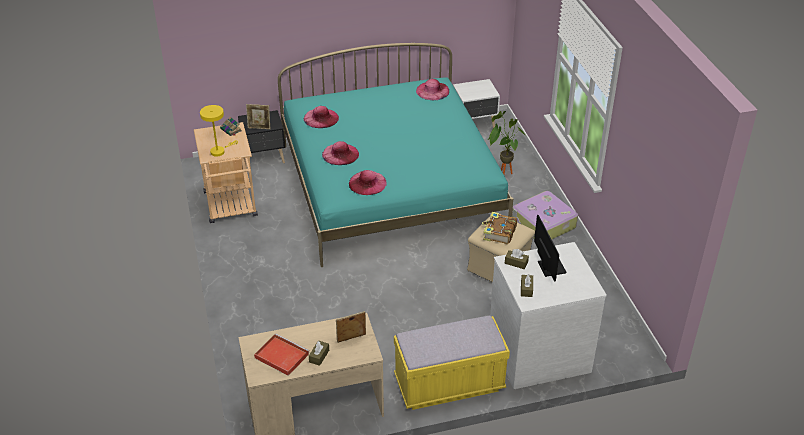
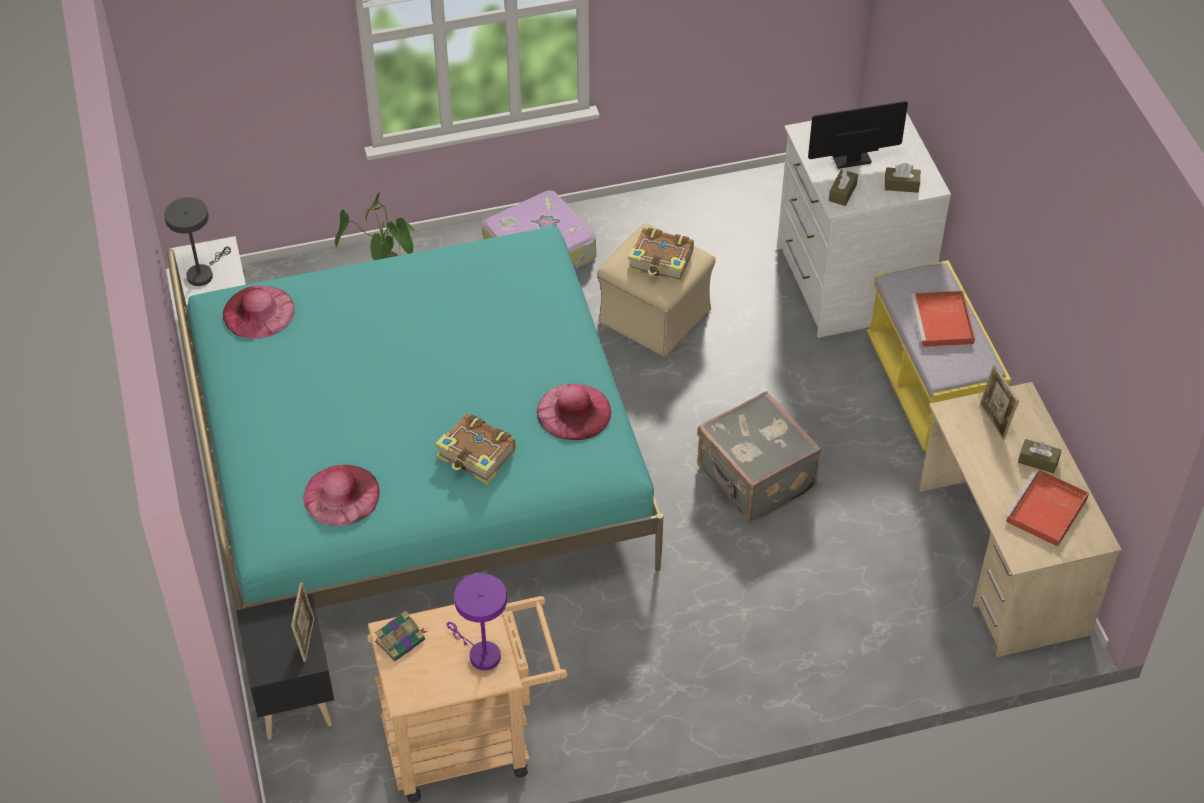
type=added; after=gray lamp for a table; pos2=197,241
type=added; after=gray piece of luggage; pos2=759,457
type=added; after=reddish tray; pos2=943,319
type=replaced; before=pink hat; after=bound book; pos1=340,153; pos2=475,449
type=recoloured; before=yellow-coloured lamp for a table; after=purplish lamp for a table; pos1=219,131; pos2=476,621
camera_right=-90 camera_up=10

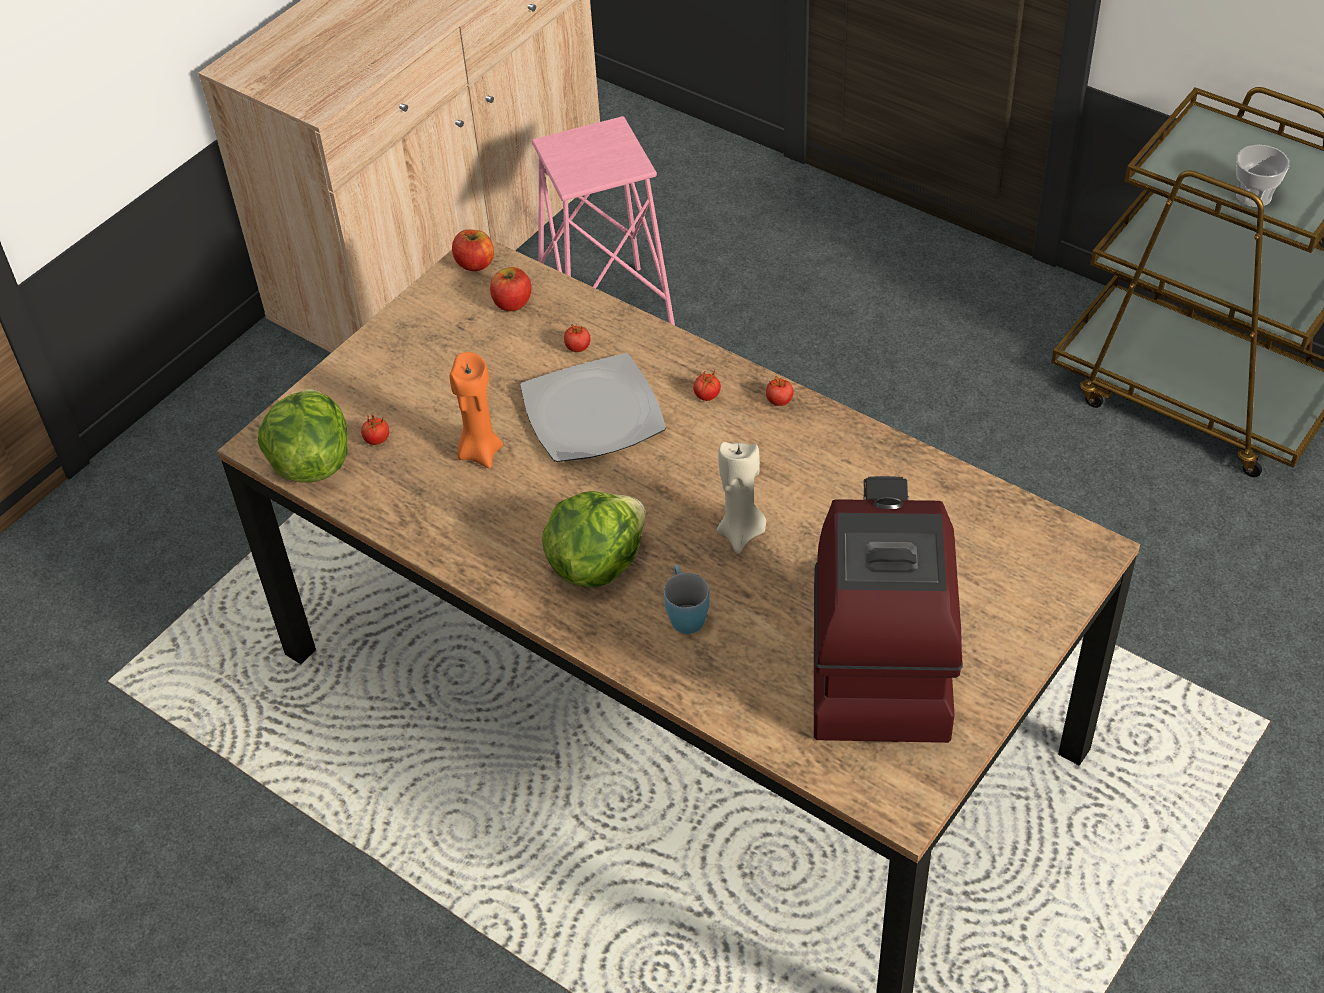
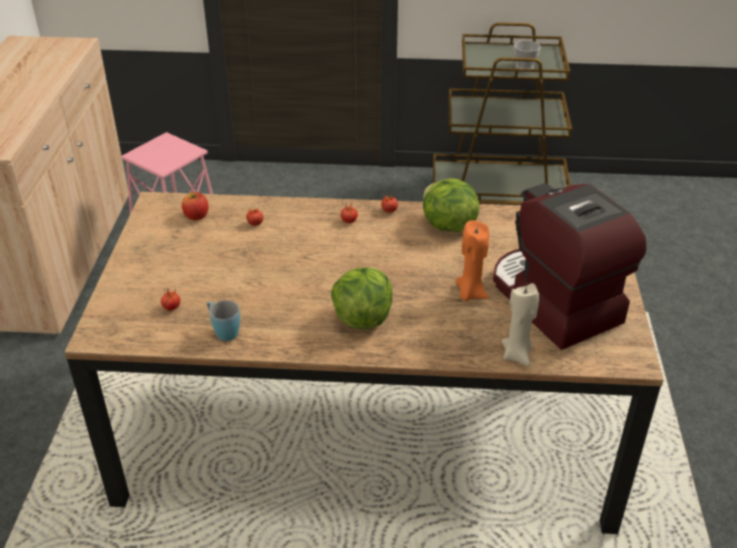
type=removed; before=whole apple; pos1=473,250
type=removed; before=dinner plate; pos1=593,407
type=moved; before=lettuce head; pos1=303,436; pos2=451,205
type=moved; before=orange-coloured candle; pos1=476,410; pos2=472,260
type=moved; before=blue tea mug; pos1=687,599; pos2=223,320
type=moved; before=sand-coloured candle; pos1=741,498; pos2=520,324
camera_right=-35 camera_up=-10

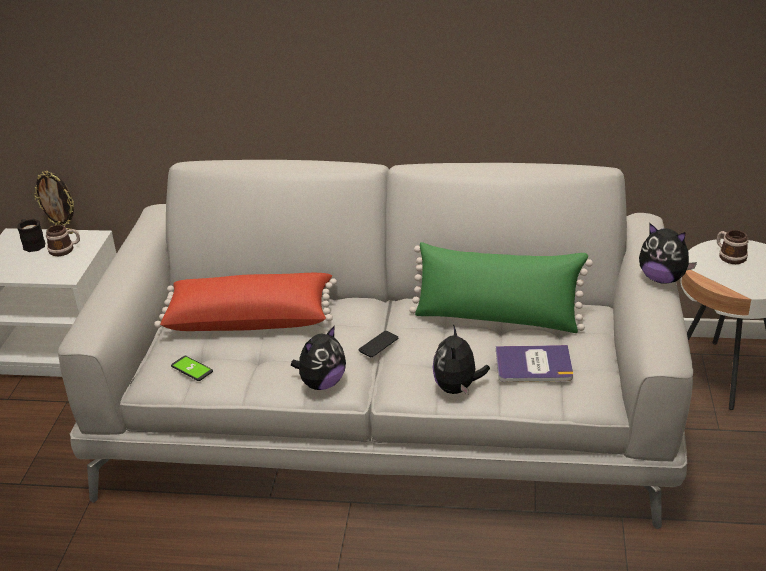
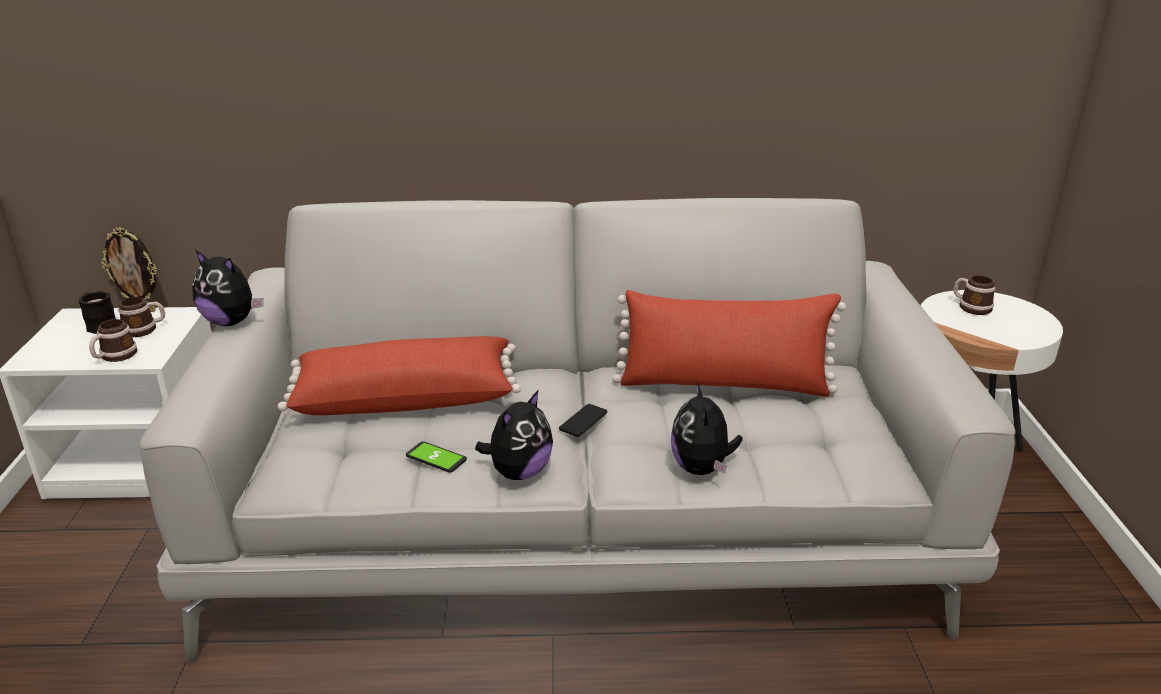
type=removed; before=bound book; pos1=534,363
type=added; after=tea mug; pos2=113,340
type=moved; before=phone; pos1=192,368; pos2=436,457
type=moved; before=soft toy; pos1=668,253; pos2=228,288
type=recoloured; before=green throw pillow; after=reddish throw pillow; pos1=501,287; pos2=729,343
camera_right=-10 camera_up=-5

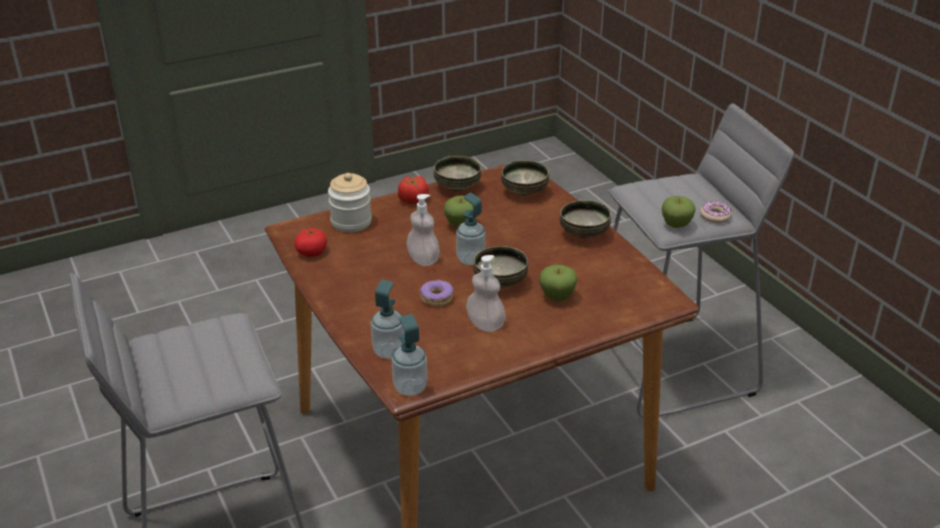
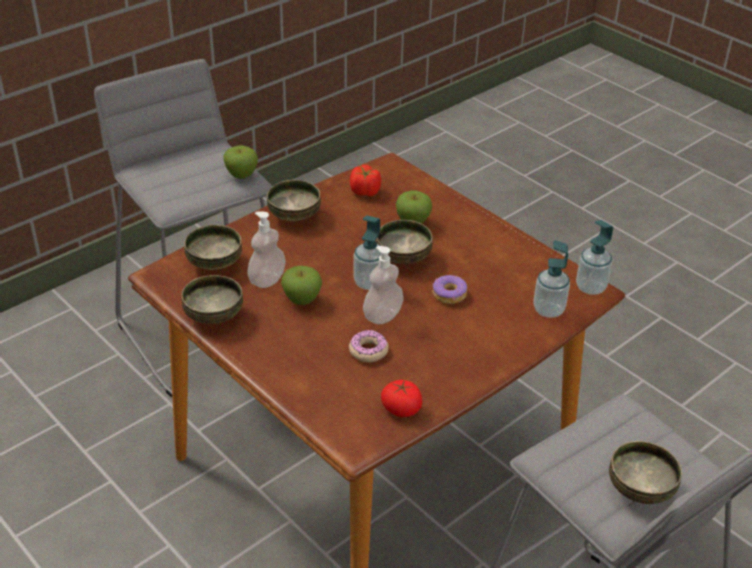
type=removed; before=preserve jar; pos1=350,202
type=added; after=bowl; pos2=645,472
type=moved; before=fresh tomato; pos1=413,190; pos2=365,180
type=moved; before=soap bottle; pos1=486,293; pos2=266,249
type=moved; before=doughnut; pos1=715,212; pos2=369,346
camera_right=-105 camera_up=5

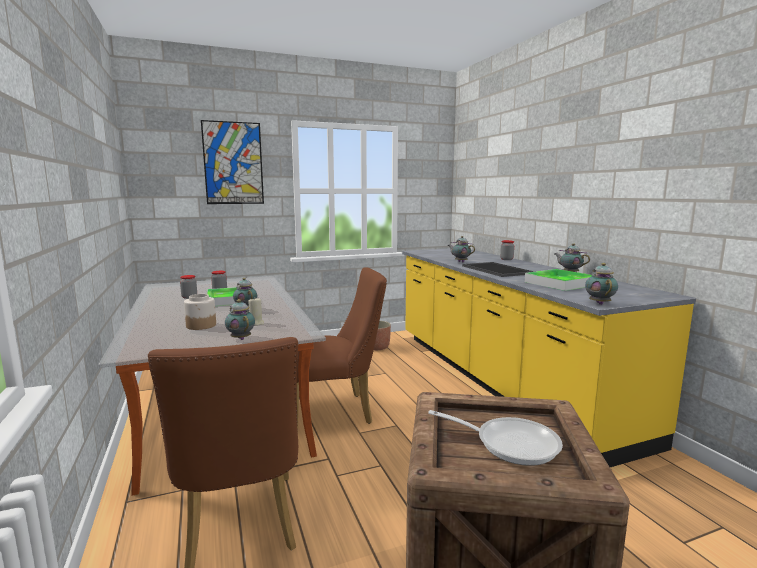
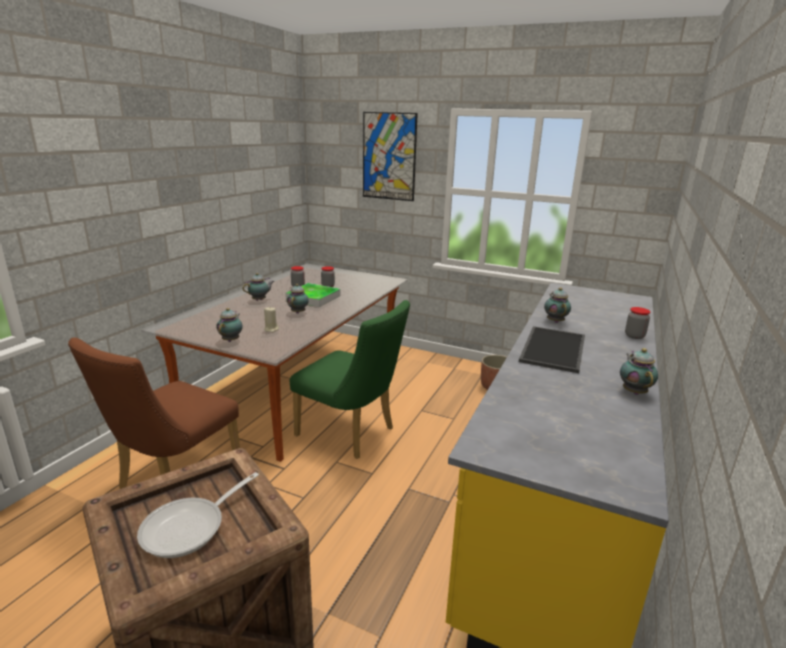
type=removed; before=preserve jar; pos1=200,312
type=removed; before=tray; pos1=558,280
type=moved; before=pot for tea; pos1=601,284; pos2=258,287
type=recoloured; before=brownish chair; after=green chair; pos1=342,348; pos2=350,379
type=turned; before=frying pan; pos1=495,438; pos2=198,515; turn=60
camera_right=45 camera_up=10

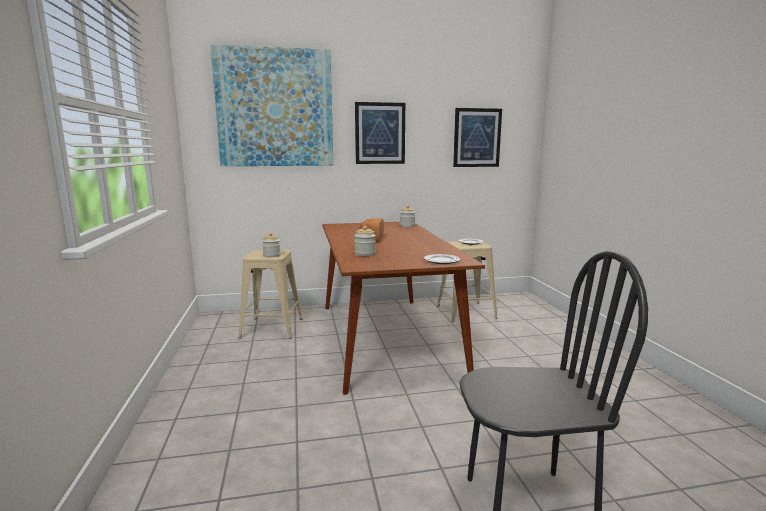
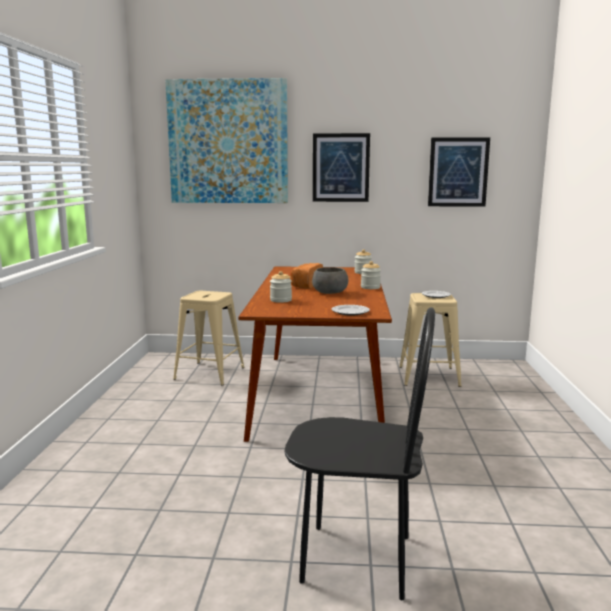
type=added; after=gray bowl; pos2=330,280
type=moved; before=preserve jar; pos1=271,245; pos2=371,275
camera_right=15 camera_up=0

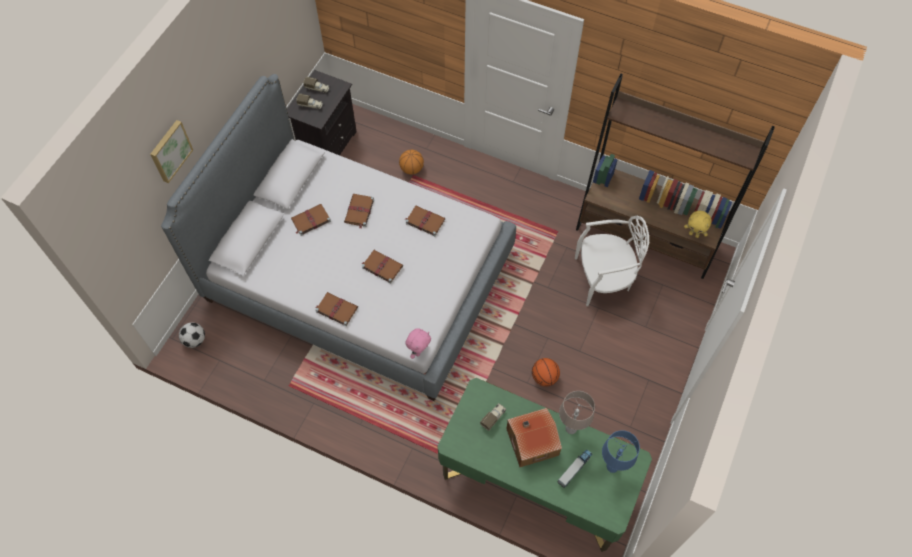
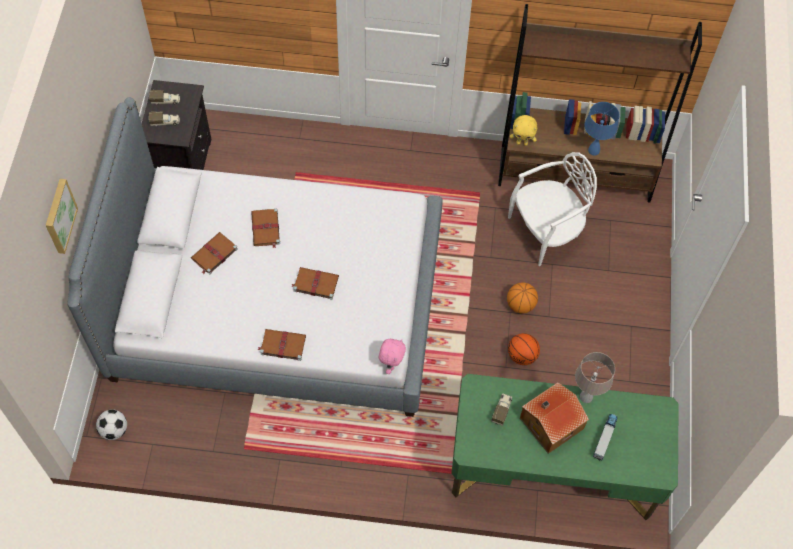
type=removed; before=brownish bound book; pos1=425,221
type=moved; before=ball for basketball; pos1=411,162; pos2=522,297
type=moved; before=blue lamp for a table; pos1=621,451; pos2=602,129
type=moved; before=yellow-coloured soft toy; pos1=698,224; pos2=523,130
camera_right=-20 camera_up=0

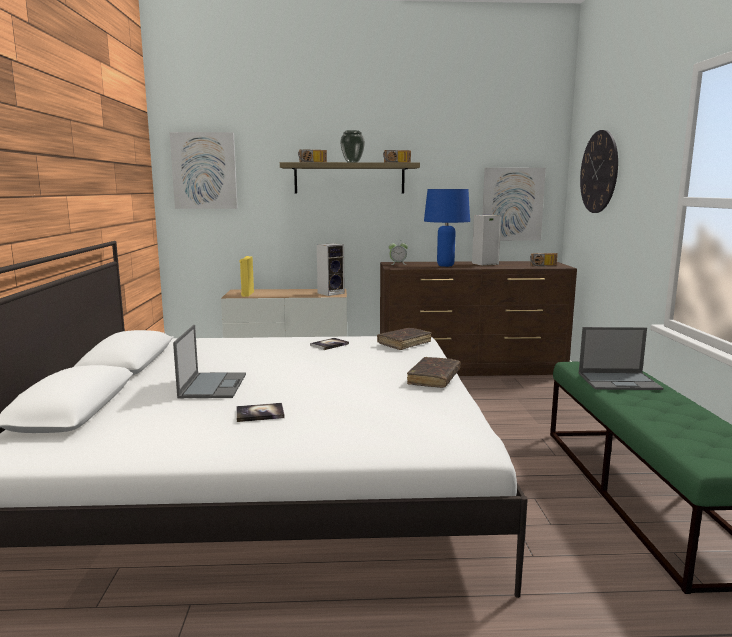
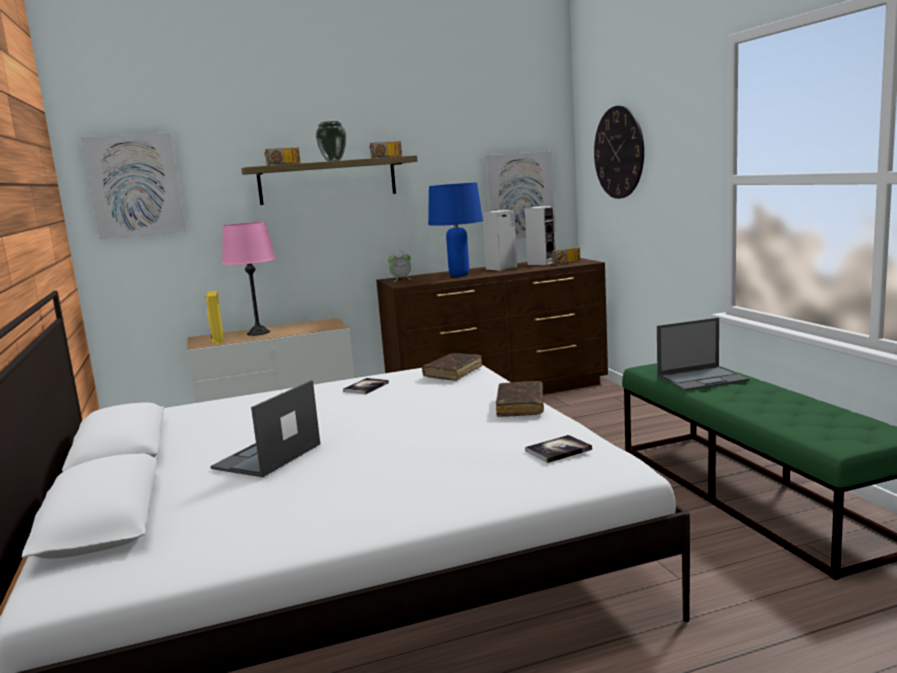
type=added; after=pink lamp for a table; pos2=249,279
type=moved; before=bound book; pos1=260,412; pos2=558,449
type=moved; before=loudspeaker; pos1=331,269; pos2=540,235
type=turned; before=laptop; pos1=209,361; pos2=265,428; turn=-135
camera_right=-15 camera_up=0

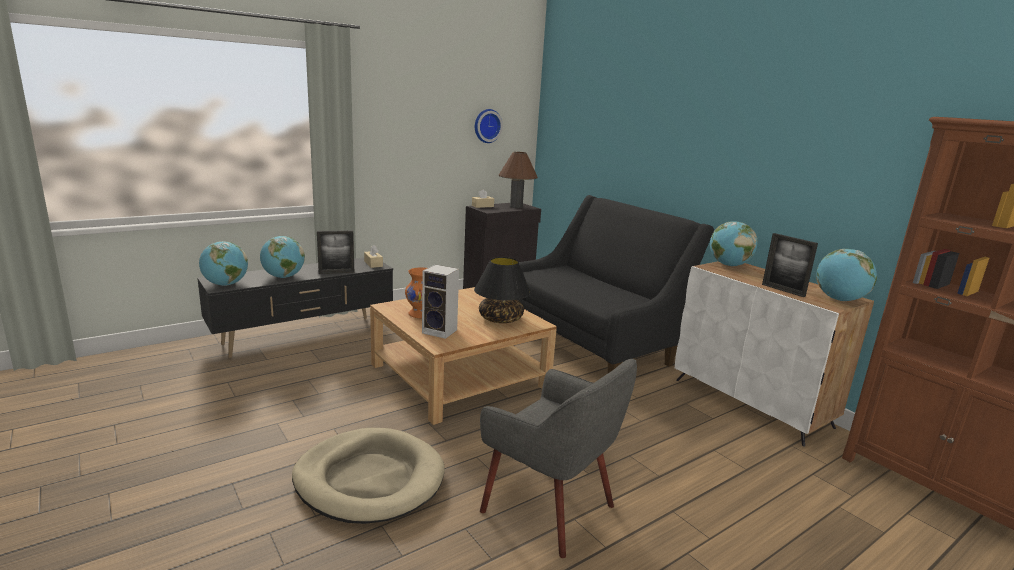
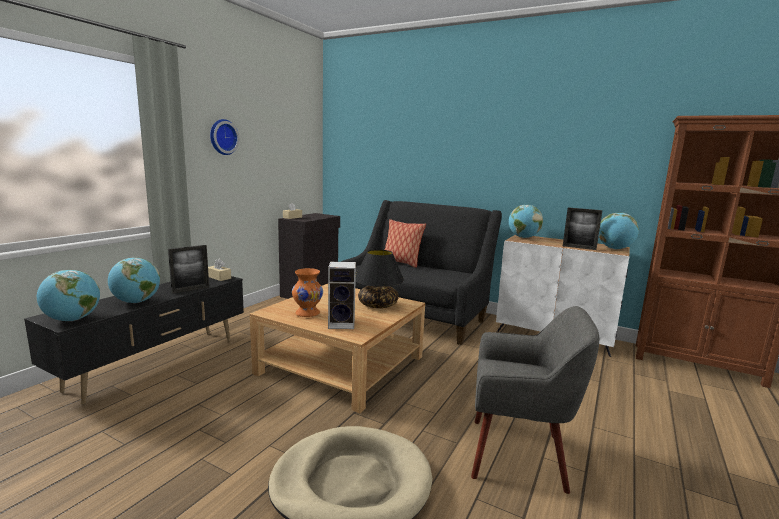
type=removed; before=brownish lamp for a table; pos1=518,180
type=added; after=throw pillow; pos2=405,243
type=moved; before=wall clock; pos1=489,126; pos2=224,137
camera_right=-25 camera_up=-5

